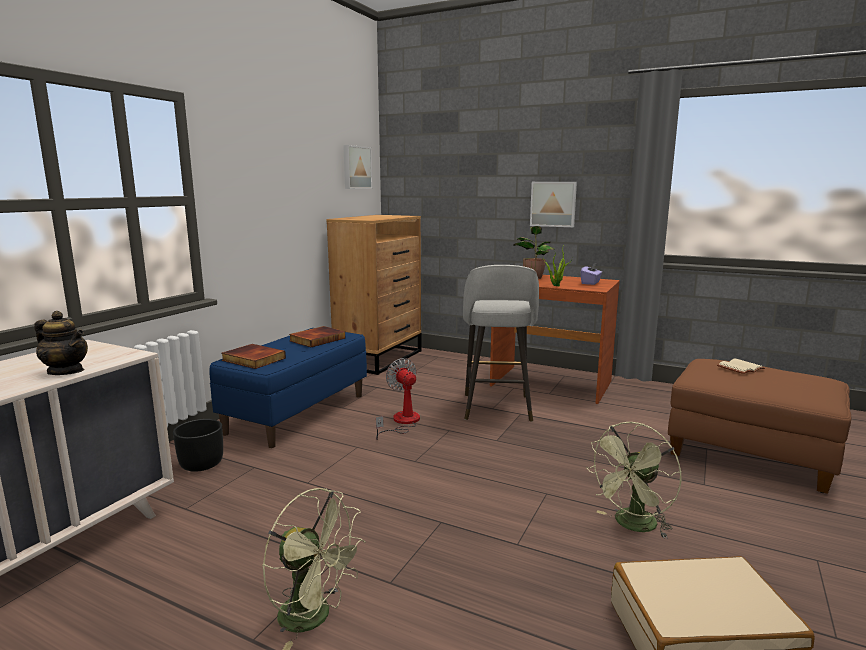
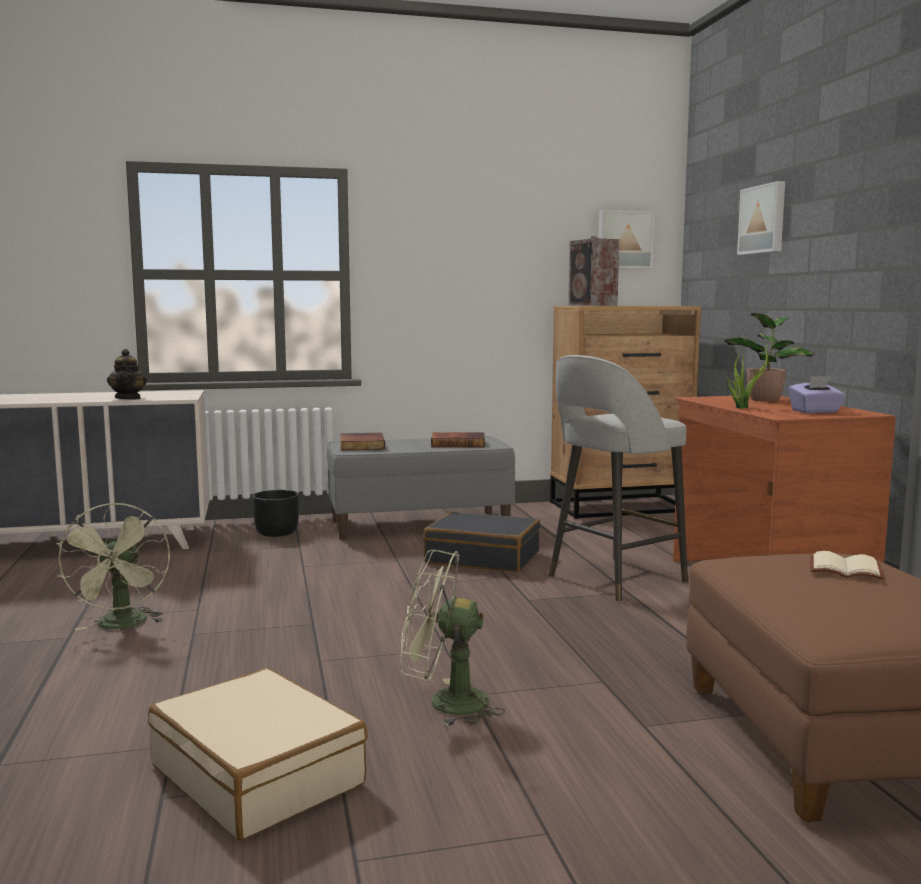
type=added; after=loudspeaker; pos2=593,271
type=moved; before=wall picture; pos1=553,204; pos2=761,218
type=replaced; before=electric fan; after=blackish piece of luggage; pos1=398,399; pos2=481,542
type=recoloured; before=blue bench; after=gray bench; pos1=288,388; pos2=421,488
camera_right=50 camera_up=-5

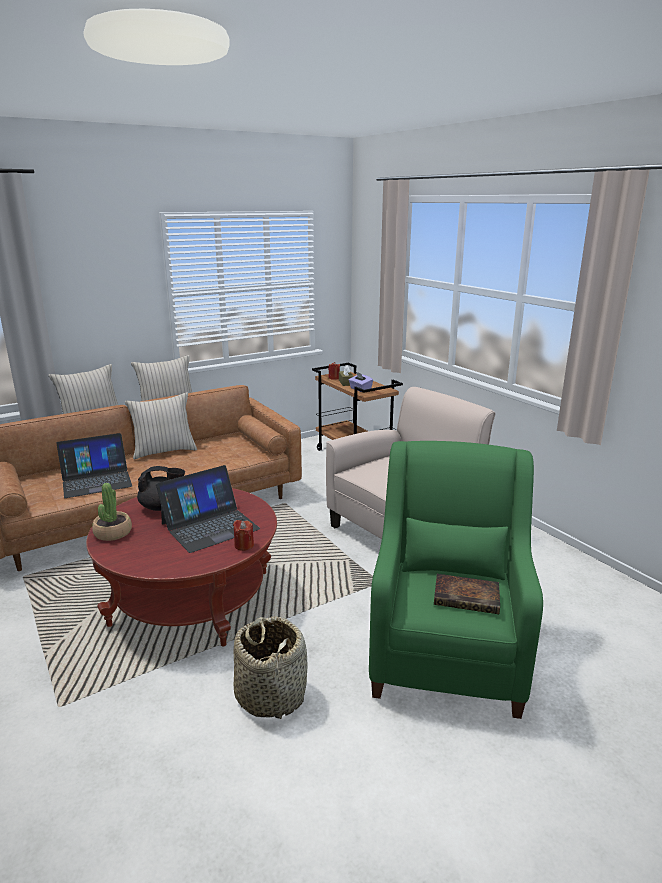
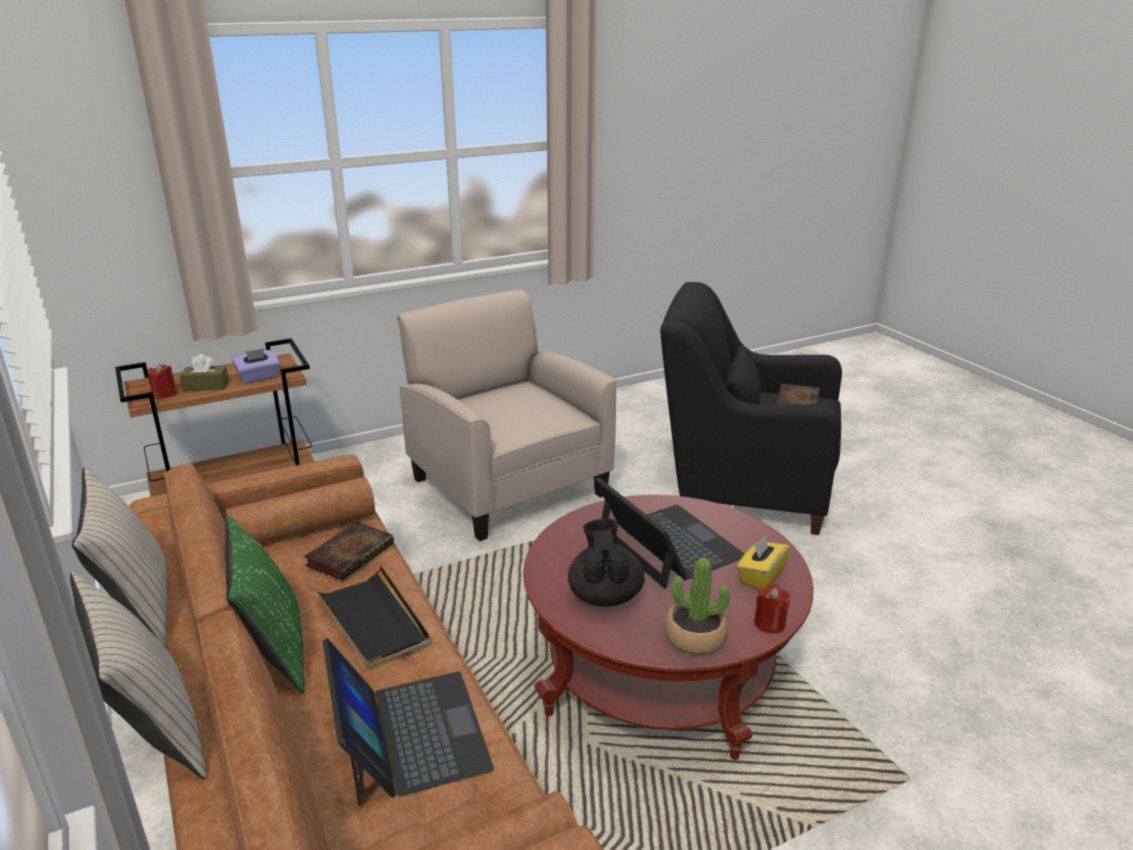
type=removed; before=storage basket; pos1=270,667
type=added; after=bound book; pos2=349,551
type=added; after=blackish tray; pos2=373,617
type=added; after=yellow-coloured tissue holder; pos2=763,561
type=moved; before=reddish candle; pos1=243,535; pos2=772,608
type=recoloured; before=sand-coloured throw pillow; after=green throw pillow; pos1=161,425; pos2=265,603
type=recoloured; before=green lounge chair; after=blackish lounge chair; pos1=456,580; pos2=751,408
camera_right=-85 camera_up=5

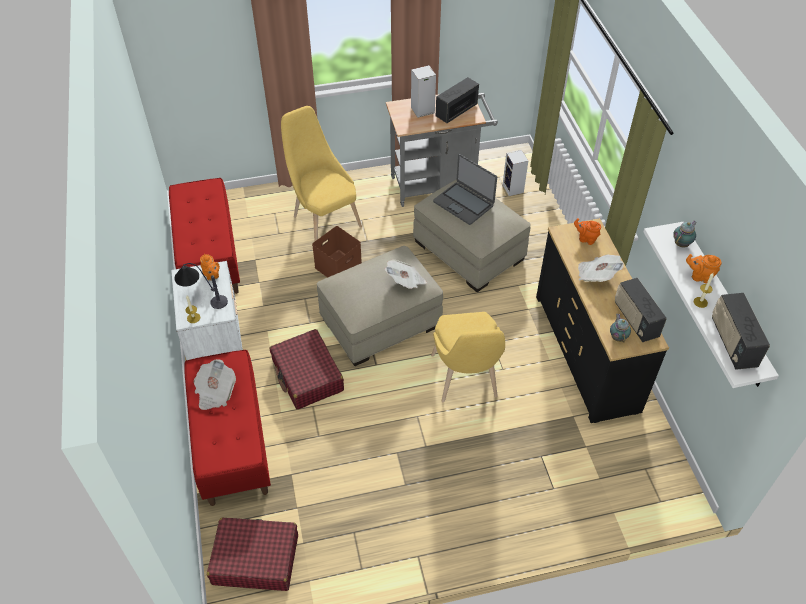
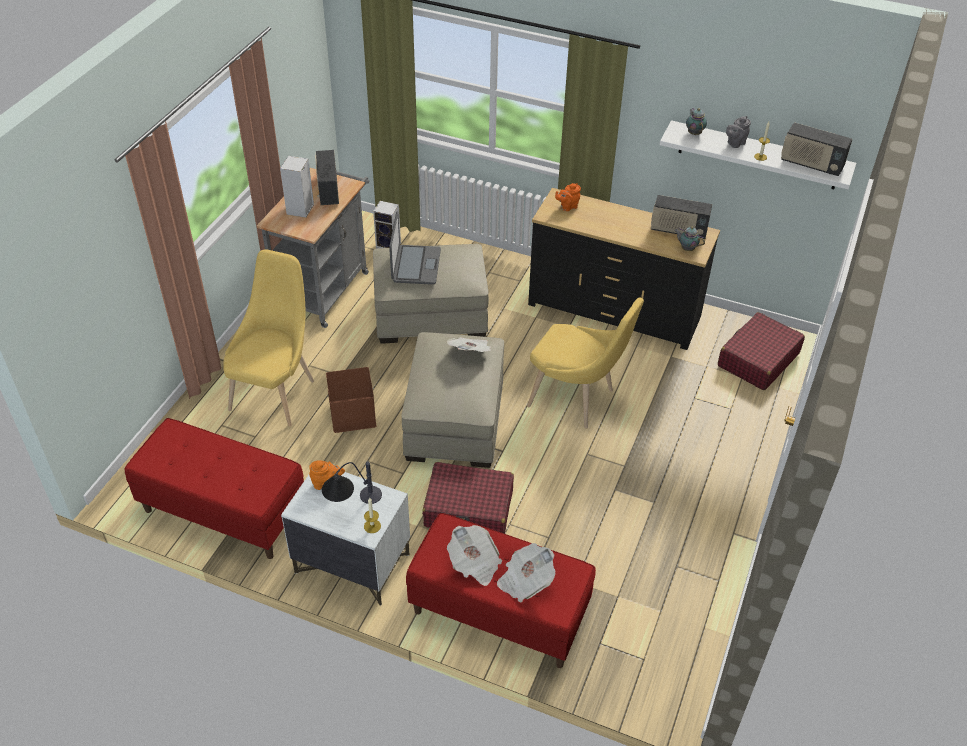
type=moved; before=reddish piece of luggage; pos1=252,554; pos2=761,351
type=moved; before=printed paper; pos1=601,268; pos2=526,573
type=recoloured; before=orange-coloured pot for tea; after=gray pot for tea; pos1=704,269; pos2=738,132
type=turned; before=yellow-coloured chair; pos1=321,173; pos2=269,338; turn=105
type=turned; before=laptop; pos1=465,189; pos2=415,248; turn=-75
camera_right=-55 camera_up=-5

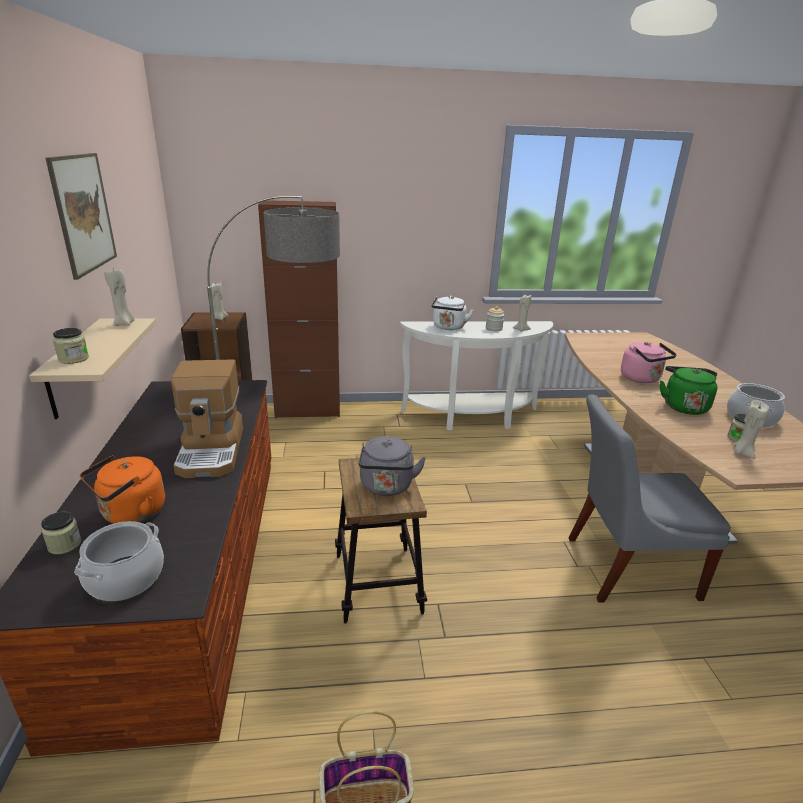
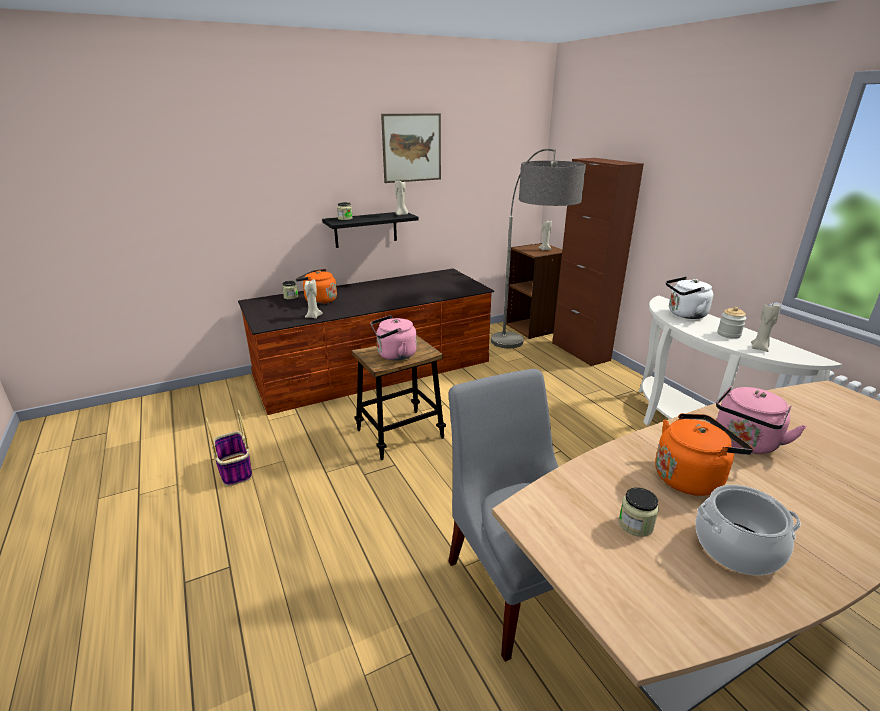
type=removed; before=cooking pot; pos1=119,561
type=removed; before=coffee machine; pos1=207,418
type=moved; before=sand-coloured candle; pos1=751,429; pos2=313,299
type=recoloured; before=sand-coloured bracket shelf; after=blackish bracket shelf; pos1=92,368; pos2=370,230
type=recoloured; before=gray tea kettle; after=pink tea kettle; pos1=392,466; pos2=393,338
type=recoloured; before=green tea kettle; after=orange-coloured tea kettle; pos1=688,390; pos2=704,454
camera_right=70 camera_up=0

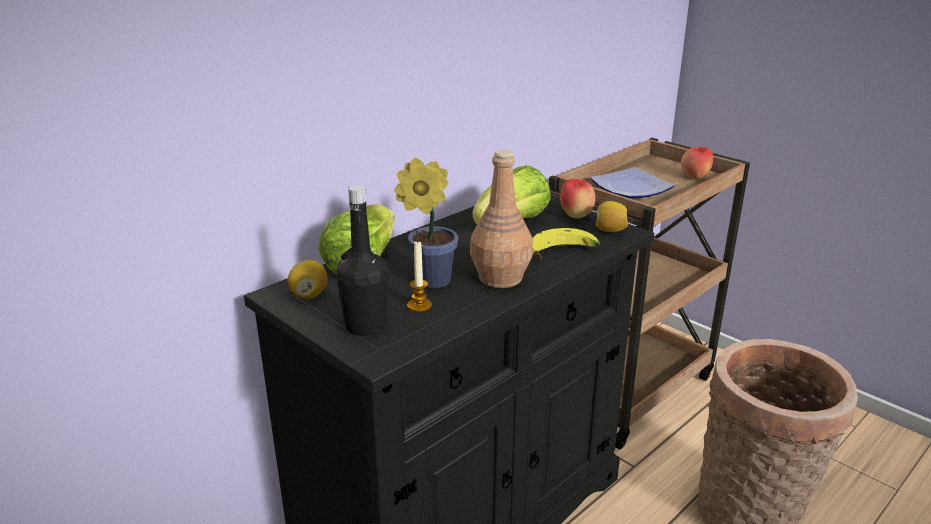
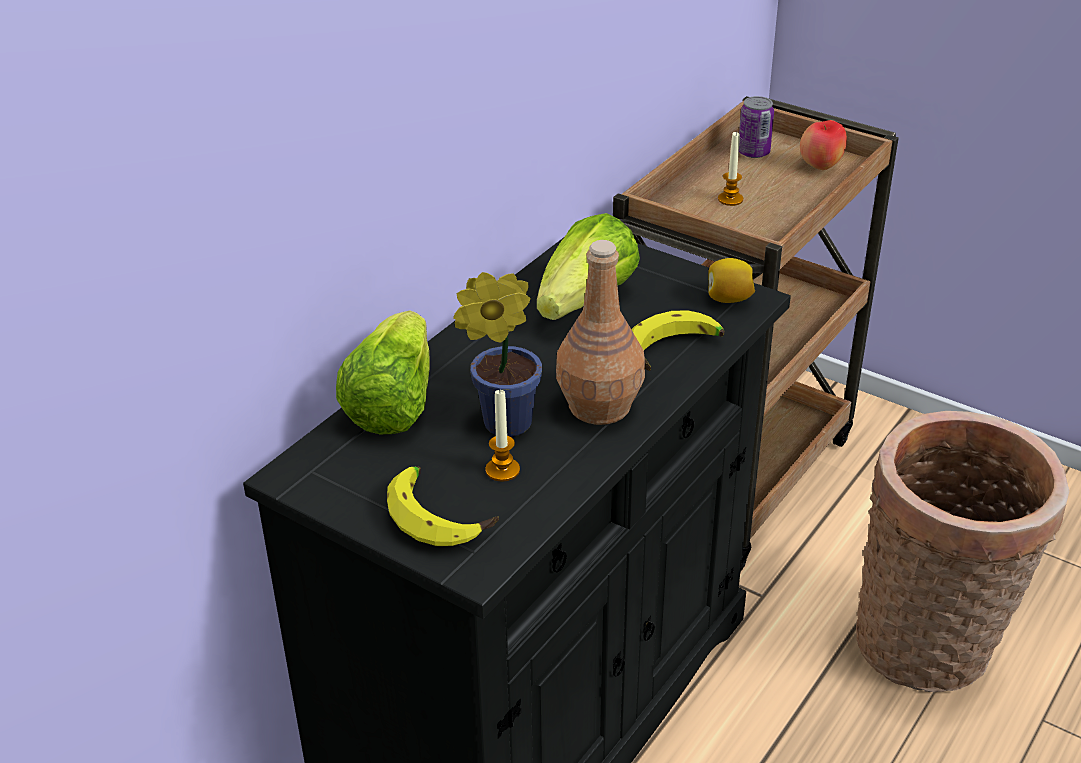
type=removed; before=whole lemon; pos1=307,279
type=removed; before=whole apple; pos1=577,198
type=added; after=metal can; pos2=756,127
type=replaced; before=blackish drink bottle; after=banana fruit; pos1=362,260; pos2=443,506
type=replaced; before=dinner plate; after=candle; pos1=632,183; pos2=730,168
camera_right=-10 camera_up=10

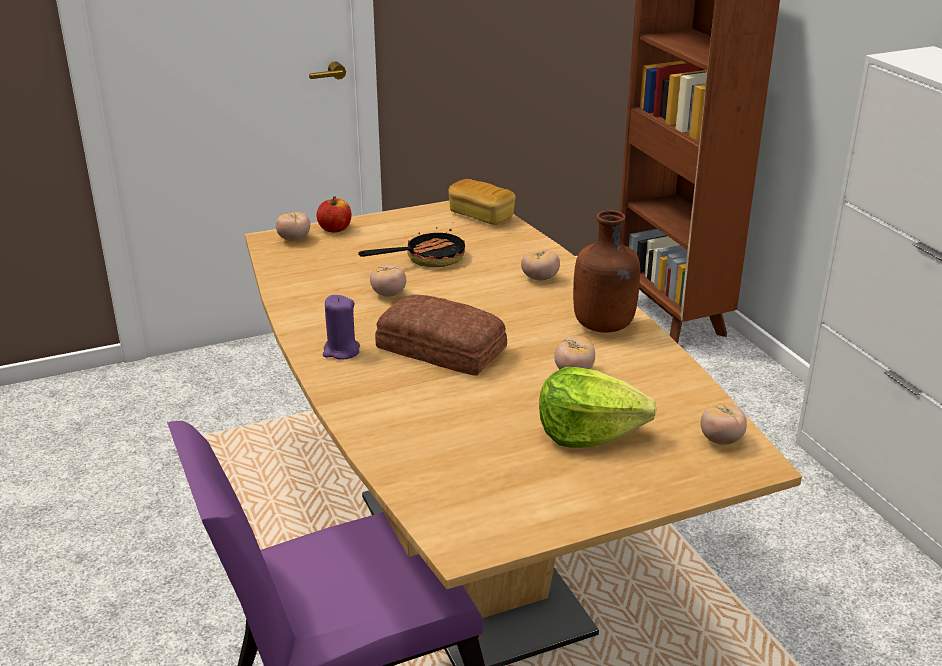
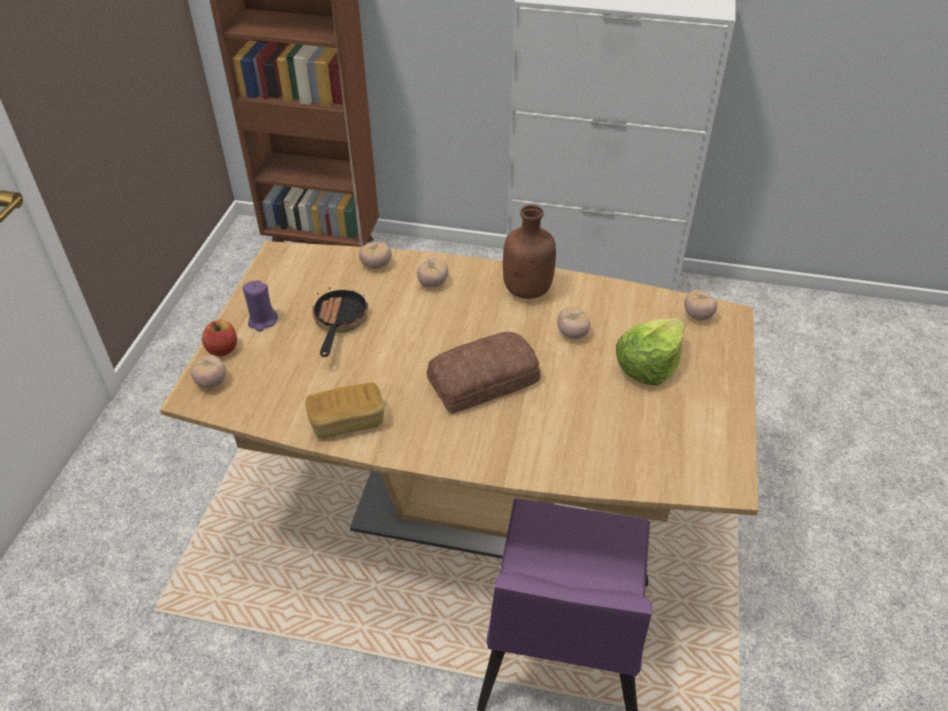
type=moved; before=purplish candle; pos1=341,327; pos2=260,306
type=moved; before=fresh tomato; pos1=388,280; pos2=375,255
type=moved; before=baked bread; pos1=482,202; pos2=345,410
camera_right=-55 camera_up=15

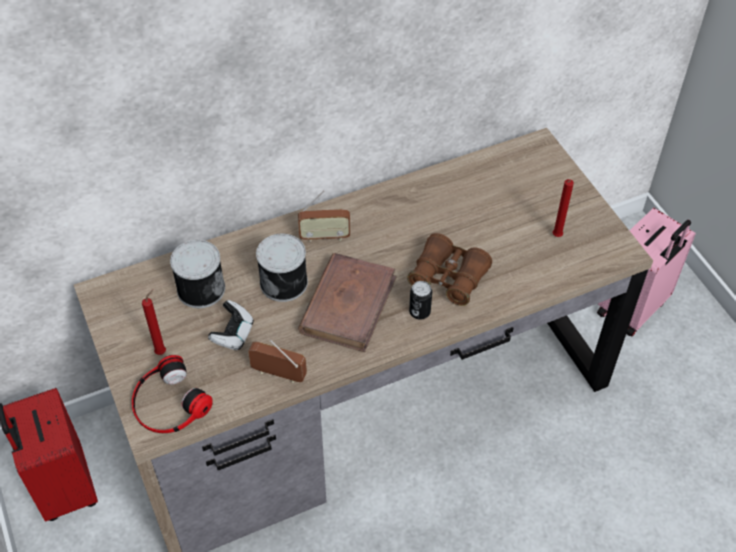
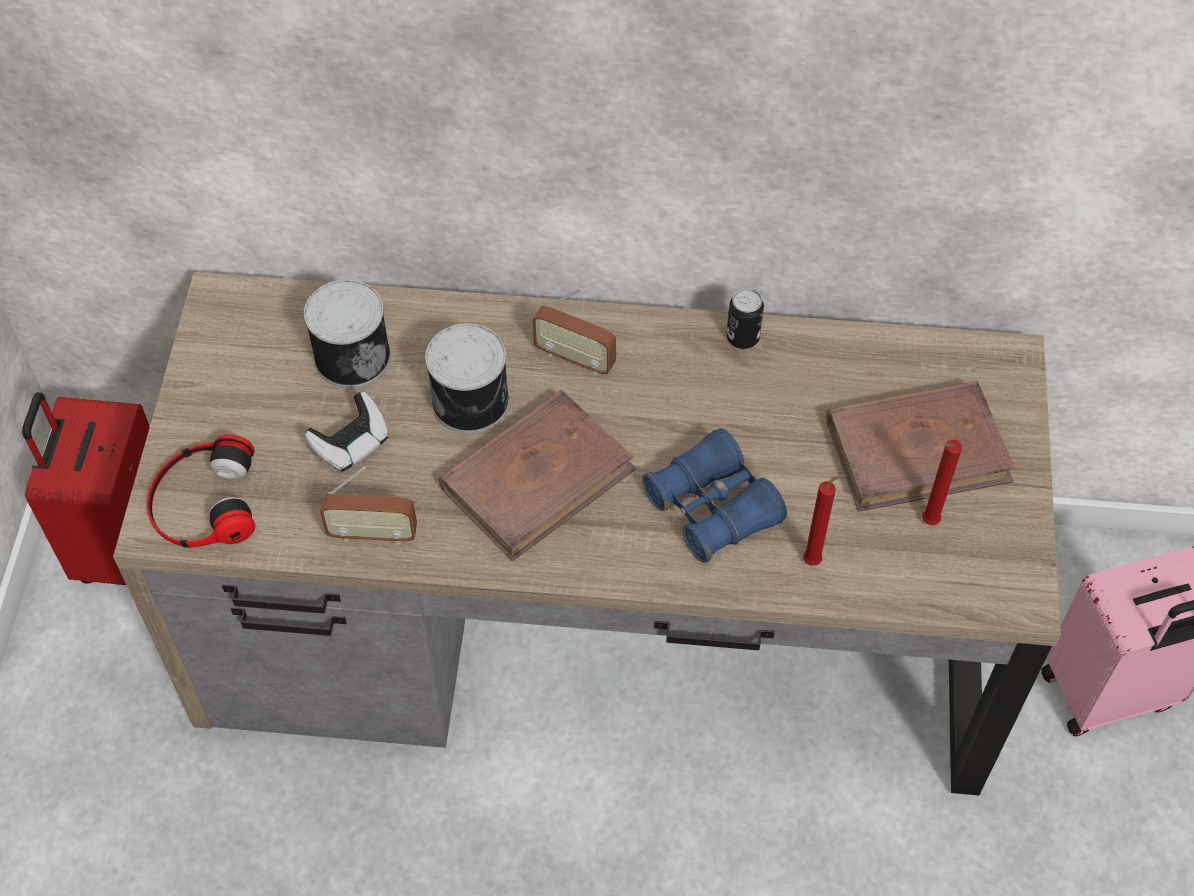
type=added; after=brownish bound book; pos2=920,446
type=moved; before=reddish candle; pos1=154,322; pos2=824,520
type=moved; before=metal can; pos1=420,300; pos2=745,318
type=recoloured; before=brownish pair of binoculars; after=blue pair of binoculars; pos1=449,269; pos2=714,495
type=turned; before=radio; pos1=277,361; pos2=368,505; turn=135
camera_right=30 camera_up=5

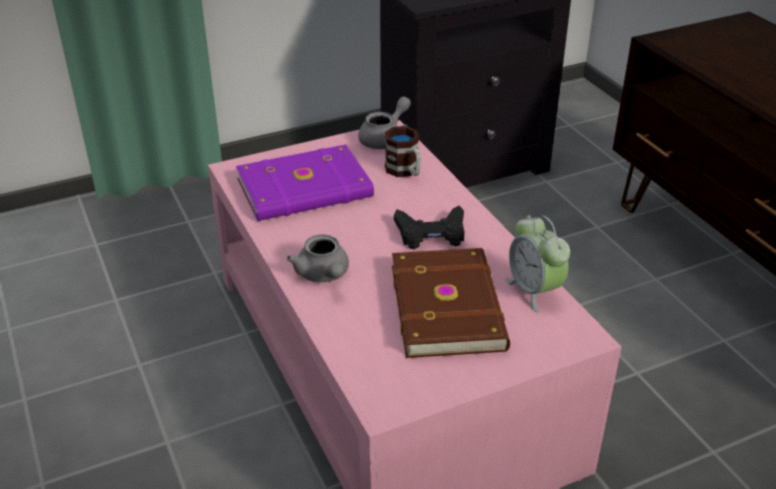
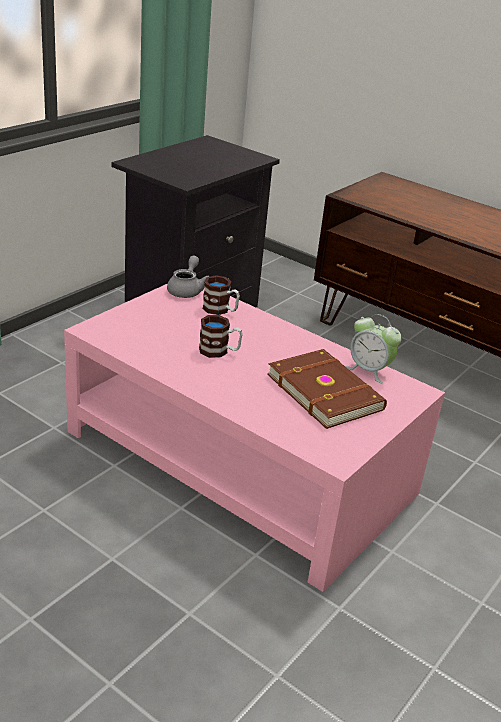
type=removed; before=purplish bound book; pos1=305,183
type=removed; before=gray pot for tea; pos1=318,258
type=removed; before=blackish gamepad; pos1=429,227
type=added; after=tea mug; pos2=221,336
camera_right=-30 camera_up=-5

